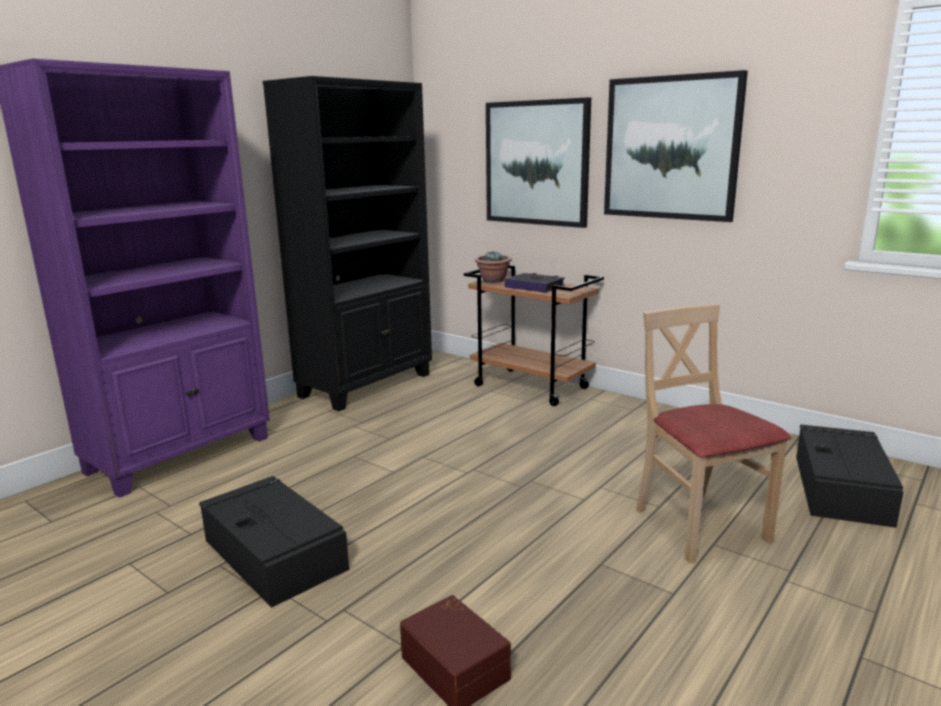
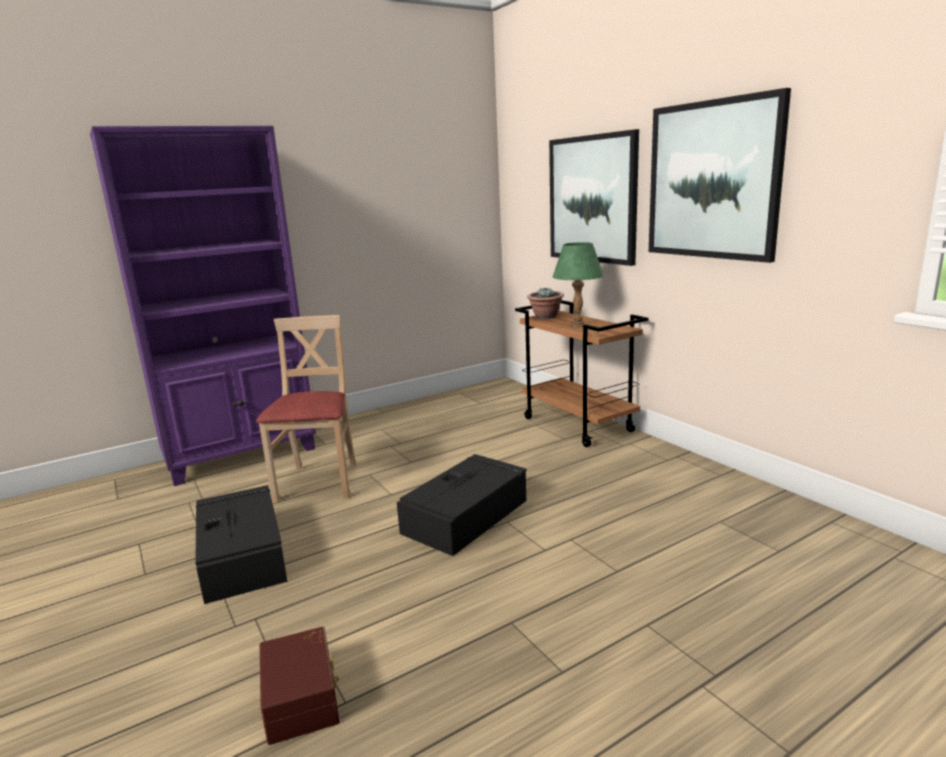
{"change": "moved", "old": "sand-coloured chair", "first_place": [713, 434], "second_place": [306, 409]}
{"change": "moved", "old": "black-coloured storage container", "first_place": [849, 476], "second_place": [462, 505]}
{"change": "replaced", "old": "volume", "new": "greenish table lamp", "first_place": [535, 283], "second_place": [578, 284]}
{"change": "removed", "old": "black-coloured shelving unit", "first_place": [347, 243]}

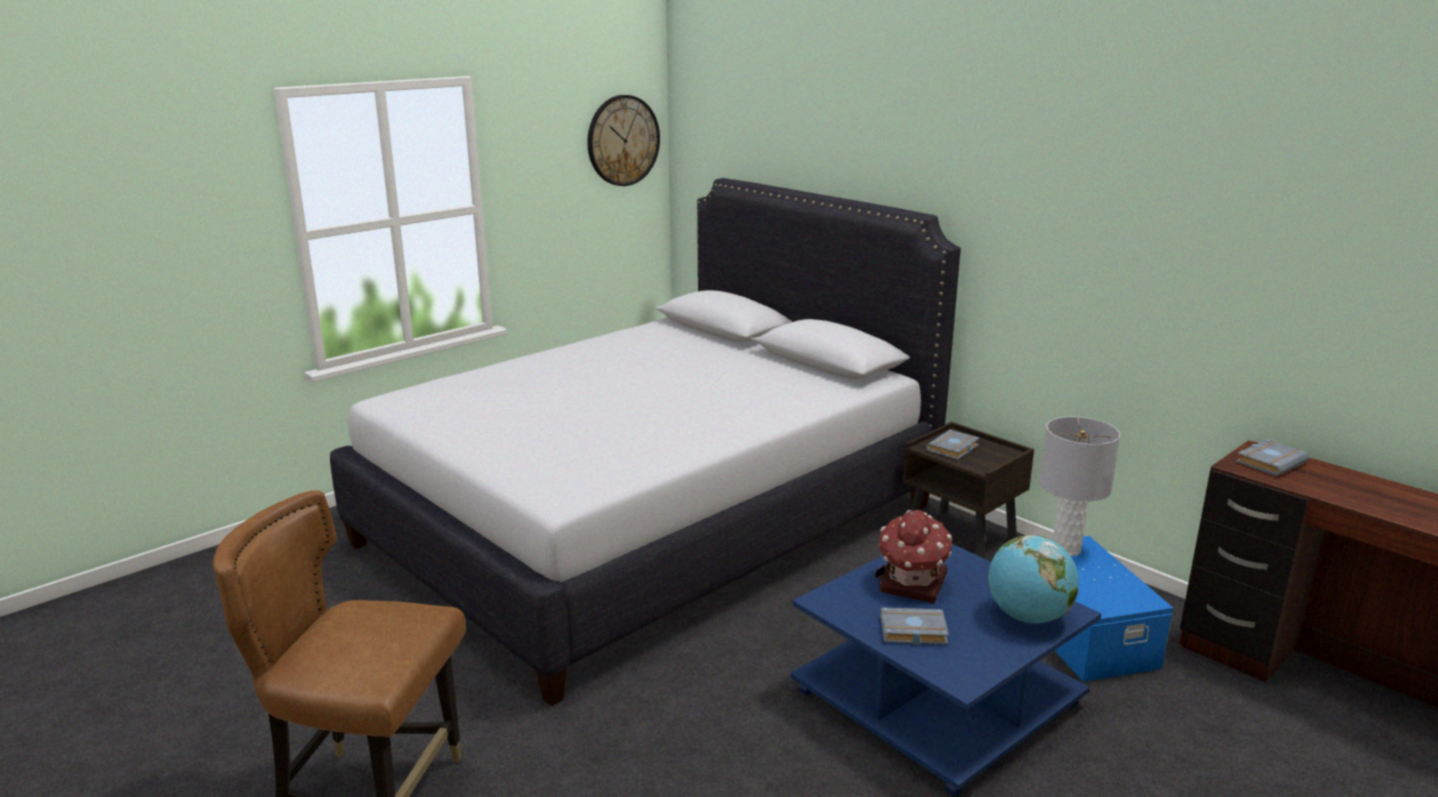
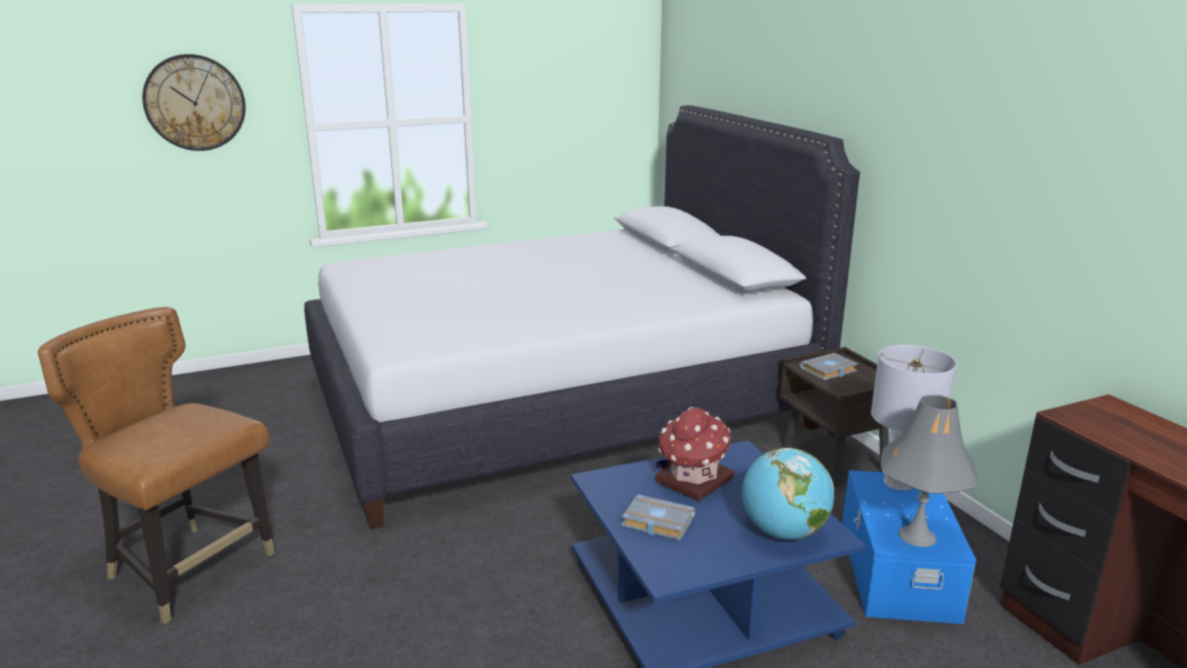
{"change": "moved", "old": "clock on the wall", "first_place": [623, 140], "second_place": [194, 102]}
{"change": "added", "new": "gray table lamp", "second_place": [929, 471]}
{"change": "removed", "old": "gray volume", "first_place": [1273, 457]}

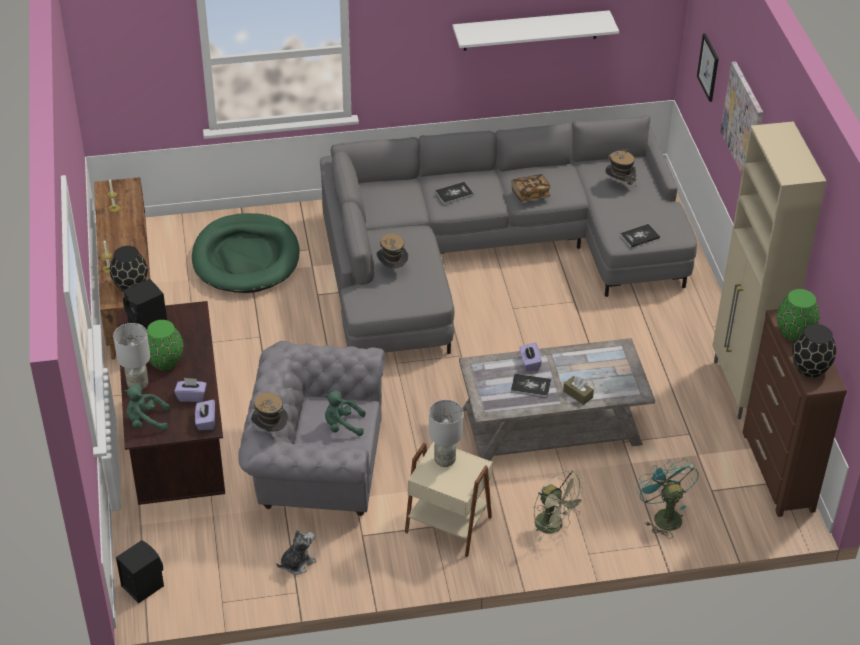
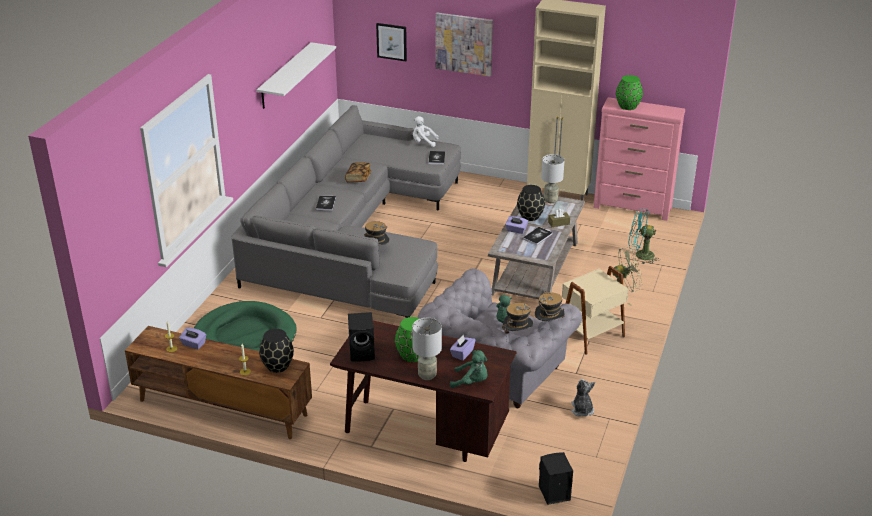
{"change": "moved", "old": "purplish tissue box", "first_place": [205, 414], "second_place": [192, 338]}
{"change": "added", "new": "white-coloured cuddly toy", "second_place": [426, 131]}
{"change": "turned", "old": "greenish cuddly toy", "first_place": [147, 408], "second_place": [468, 369], "degrees": -105}
{"change": "moved", "old": "black-coloured flower vase", "first_place": [814, 351], "second_place": [531, 203]}
{"change": "moved", "old": "wearable hat", "first_place": [620, 167], "second_place": [550, 305]}
{"change": "moved", "old": "gray table lamp", "first_place": [446, 433], "second_place": [553, 178]}
{"change": "recoloured", "old": "brown-coloured dresser", "new": "pink-coloured dresser", "first_place": [794, 413], "second_place": [639, 159]}

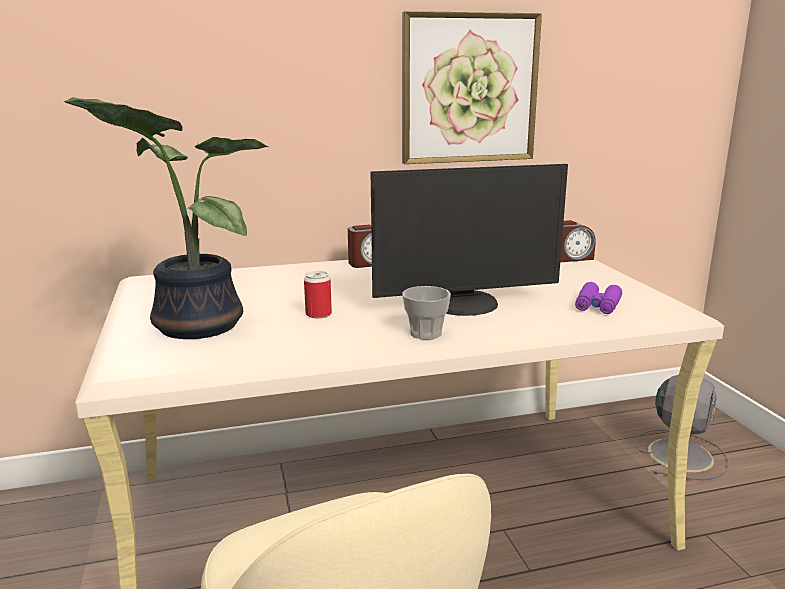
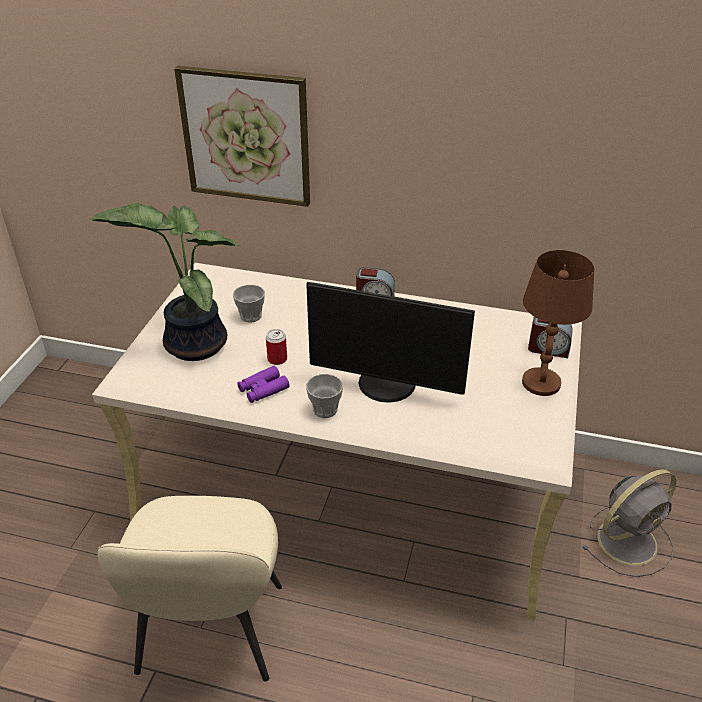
{"change": "moved", "old": "picture", "first_place": [472, 87], "second_place": [242, 136]}
{"change": "added", "new": "drinking cup", "second_place": [249, 303]}
{"change": "moved", "old": "purplish binoculars", "first_place": [598, 298], "second_place": [263, 384]}
{"change": "added", "new": "brown-coloured table lamp", "second_place": [558, 323]}

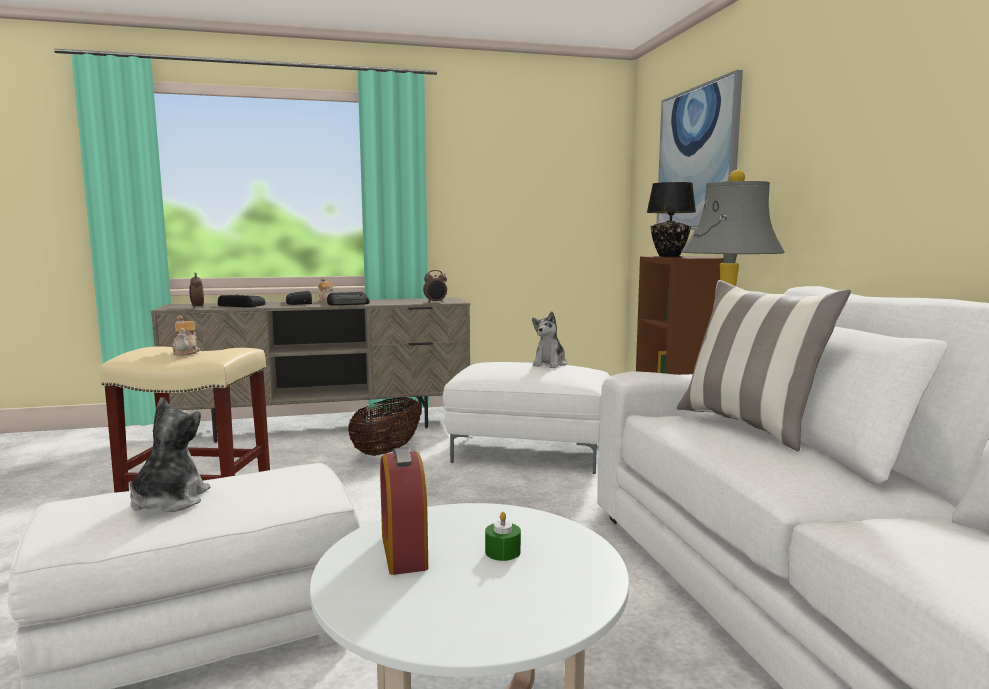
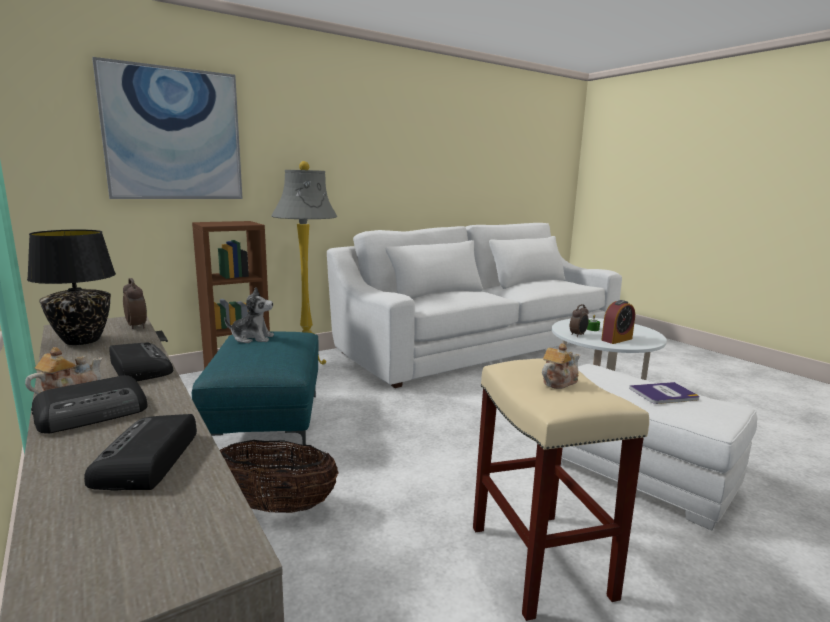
{"change": "moved", "old": "black-coloured table lamp", "first_place": [671, 219], "second_place": [71, 287]}
{"change": "recoloured", "old": "white-coloured pouffe", "new": "turquoise-coloured pouffe", "first_place": [526, 418], "second_place": [255, 388]}
{"change": "moved", "old": "bedside clock", "first_place": [197, 290], "second_place": [579, 320]}
{"change": "replaced", "old": "cuddly toy", "new": "volume", "first_place": [170, 454], "second_place": [664, 393]}
{"change": "removed", "old": "cushion", "first_place": [764, 365]}

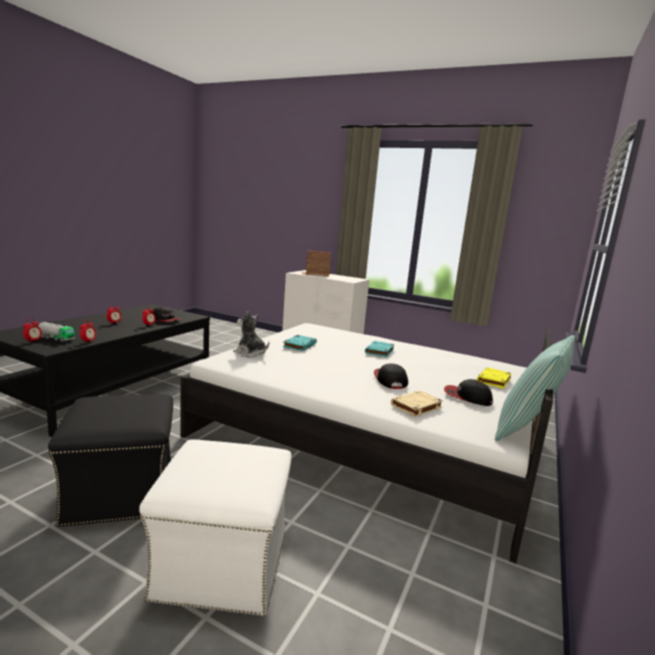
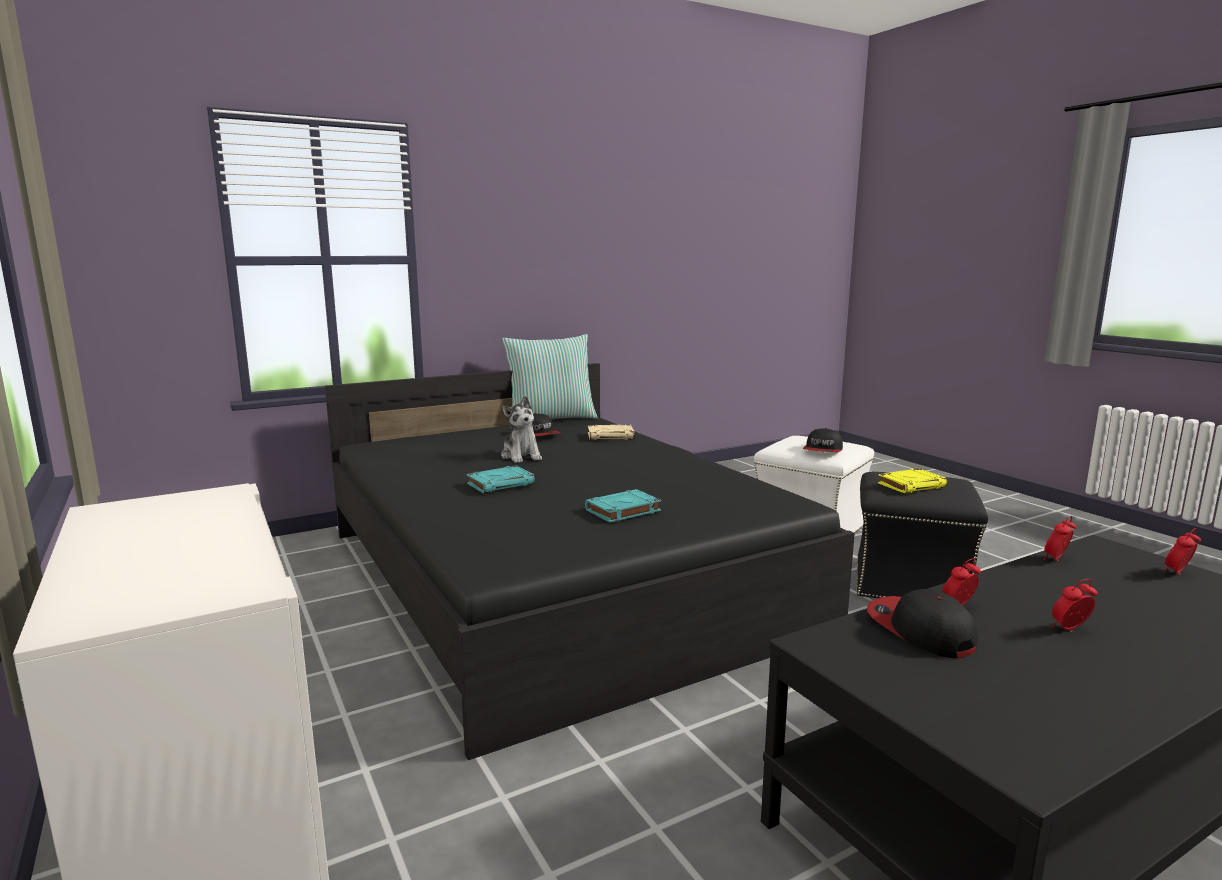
{"change": "recoloured", "old": "white-coloured bedroom bed", "new": "black-coloured bedroom bed", "first_place": [367, 443], "second_place": [590, 561]}
{"change": "moved", "old": "cuddly toy", "first_place": [251, 334], "second_place": [521, 429]}
{"change": "moved", "old": "cap", "first_place": [391, 376], "second_place": [823, 440]}
{"change": "moved", "old": "yellow-coloured volume", "first_place": [494, 378], "second_place": [912, 480]}
{"change": "removed", "old": "toy lorry", "first_place": [56, 332]}
{"change": "removed", "old": "miniature house", "first_place": [316, 263]}

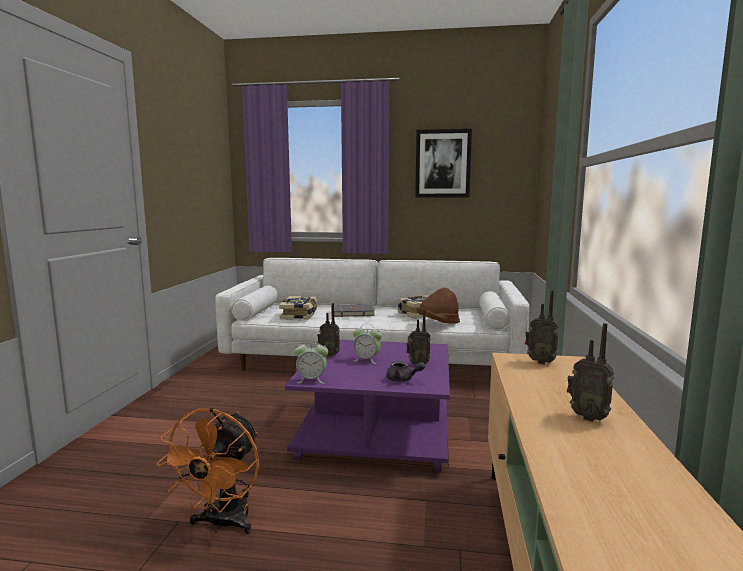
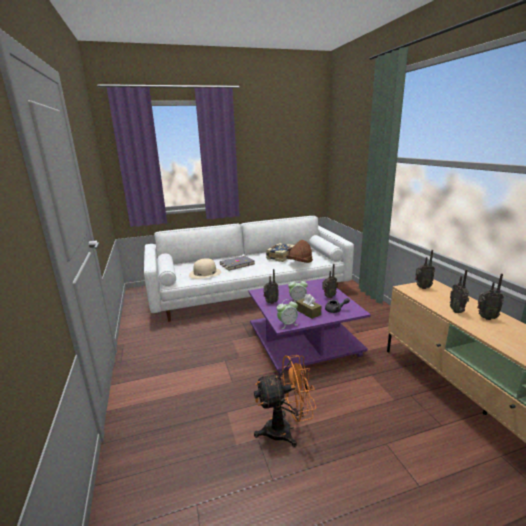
{"change": "replaced", "old": "volume", "new": "sand-coloured wearable hat", "first_place": [298, 308], "second_place": [205, 268]}
{"change": "turned", "old": "orange cooling fan", "first_place": [207, 471], "second_place": [285, 401], "degrees": -90}
{"change": "added", "new": "brown-coloured tissue box", "second_place": [308, 306]}
{"change": "added", "new": "radio", "second_place": [459, 291]}
{"change": "removed", "old": "picture", "first_place": [443, 163]}

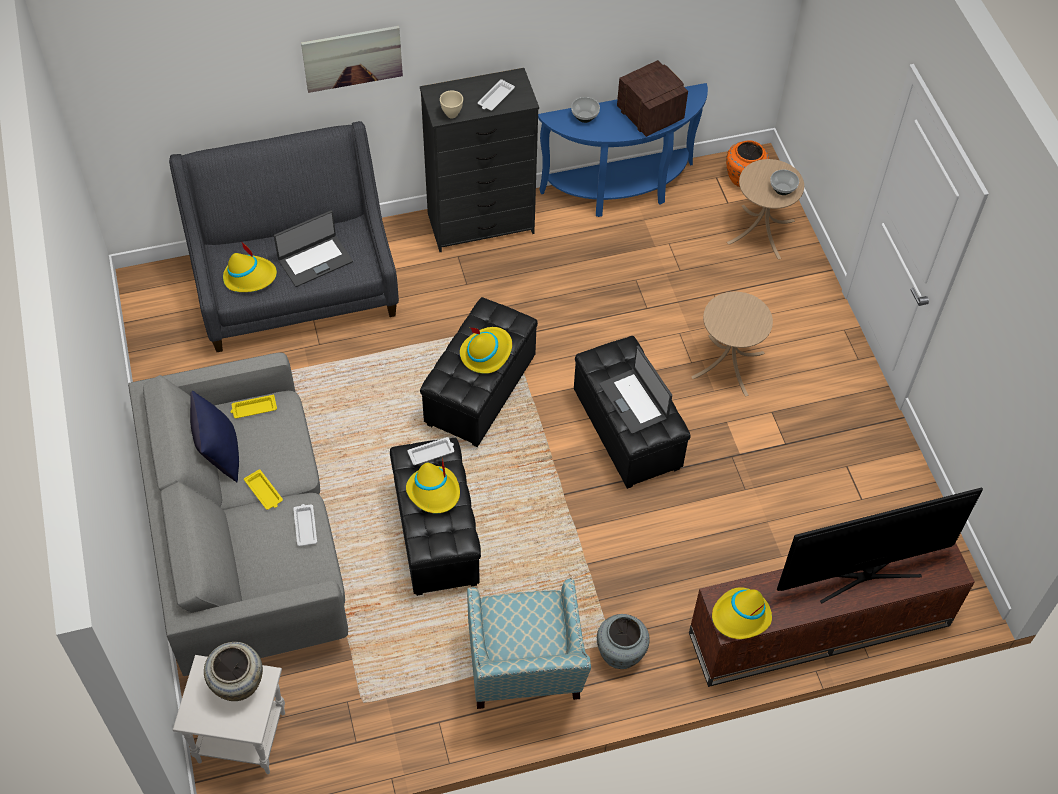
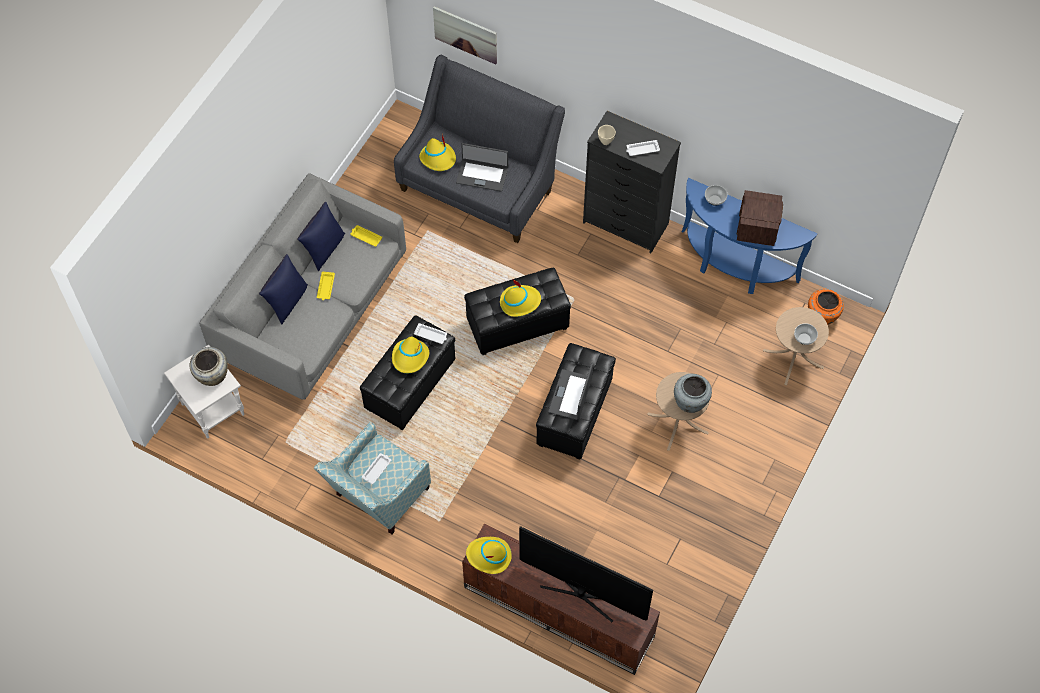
{"change": "added", "new": "blue cushion", "second_place": [283, 289]}
{"change": "moved", "old": "white-coloured serving tray", "first_place": [305, 525], "second_place": [376, 468]}
{"change": "moved", "old": "picture", "first_place": [352, 59], "second_place": [465, 35]}
{"change": "moved", "old": "gray flower vase", "first_place": [623, 641], "second_place": [693, 393]}

